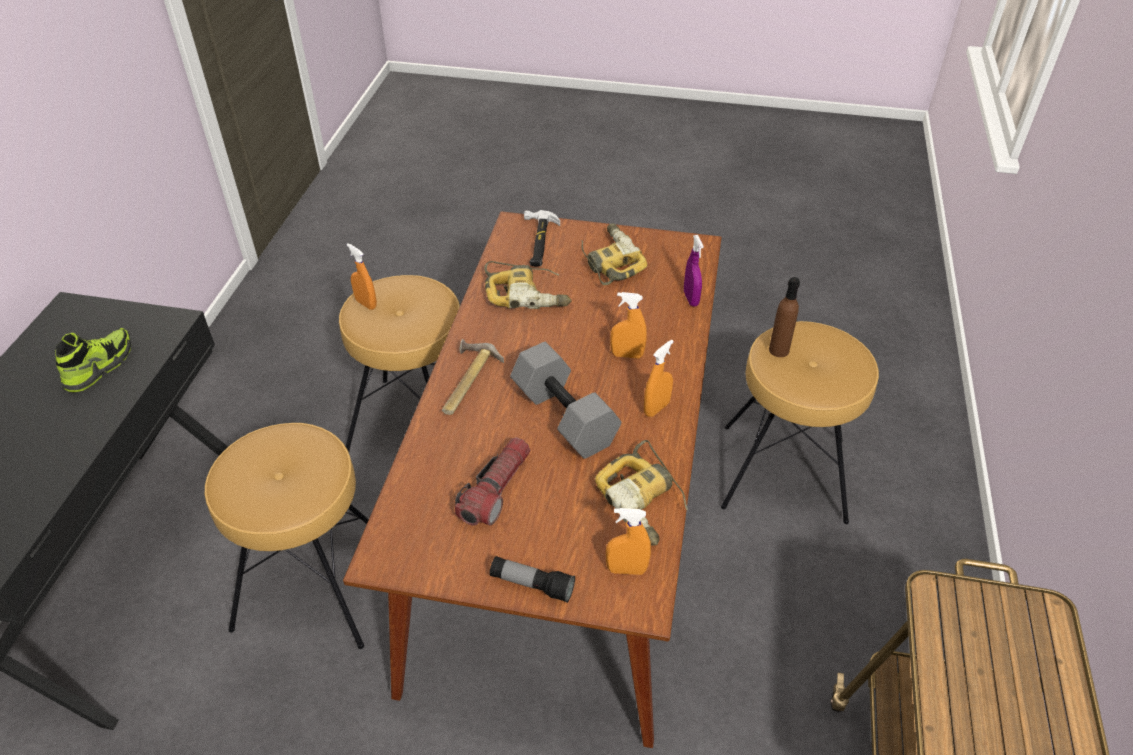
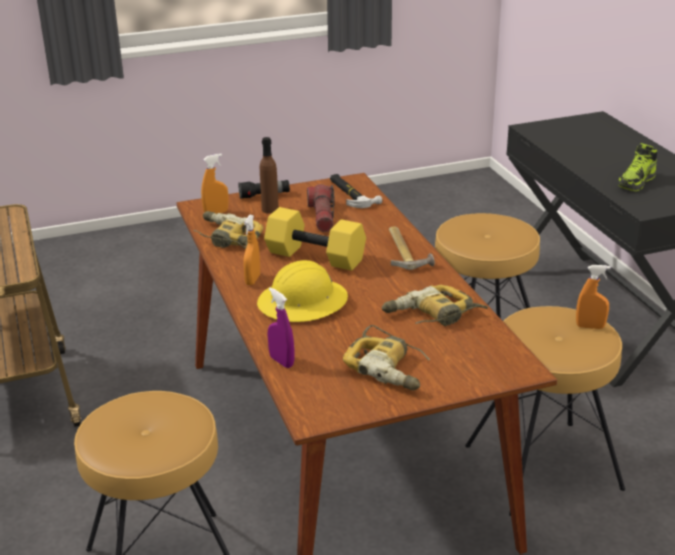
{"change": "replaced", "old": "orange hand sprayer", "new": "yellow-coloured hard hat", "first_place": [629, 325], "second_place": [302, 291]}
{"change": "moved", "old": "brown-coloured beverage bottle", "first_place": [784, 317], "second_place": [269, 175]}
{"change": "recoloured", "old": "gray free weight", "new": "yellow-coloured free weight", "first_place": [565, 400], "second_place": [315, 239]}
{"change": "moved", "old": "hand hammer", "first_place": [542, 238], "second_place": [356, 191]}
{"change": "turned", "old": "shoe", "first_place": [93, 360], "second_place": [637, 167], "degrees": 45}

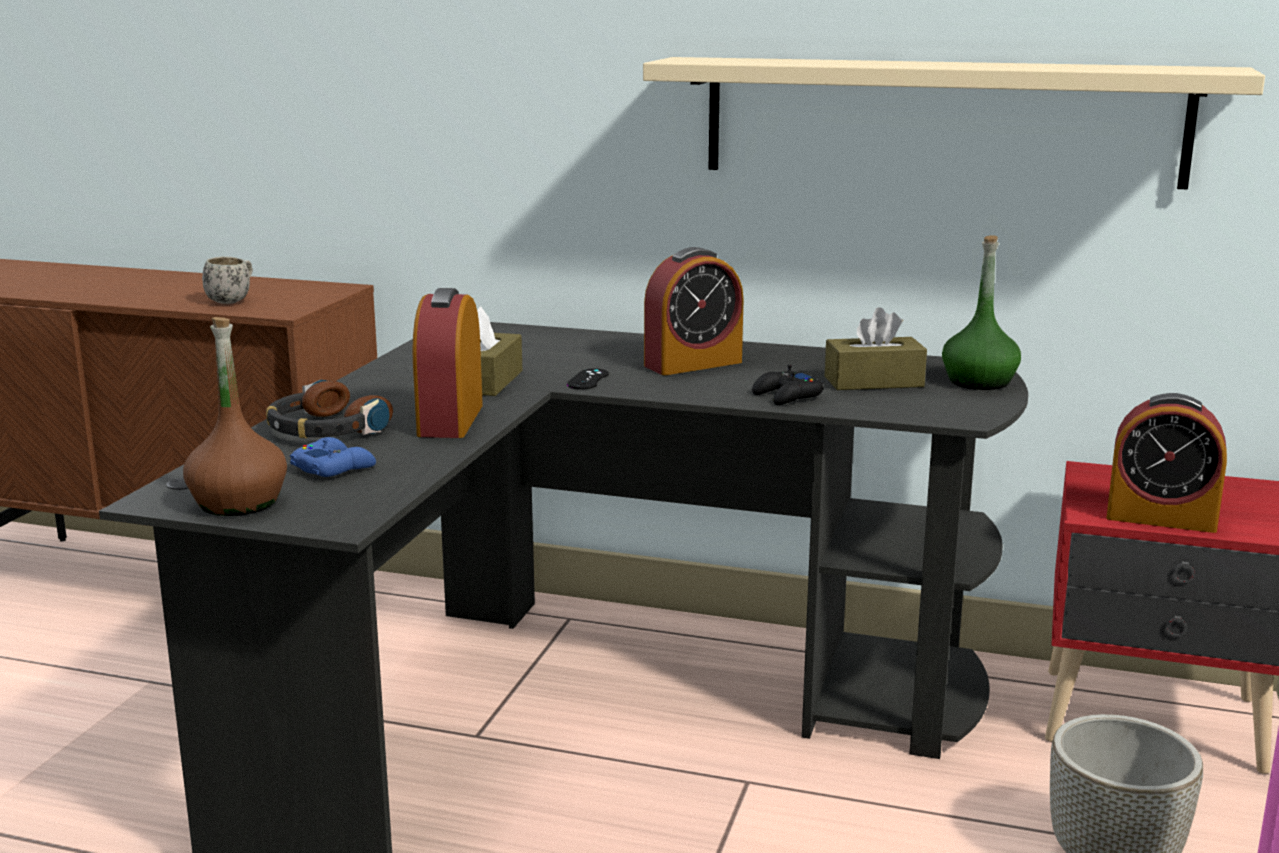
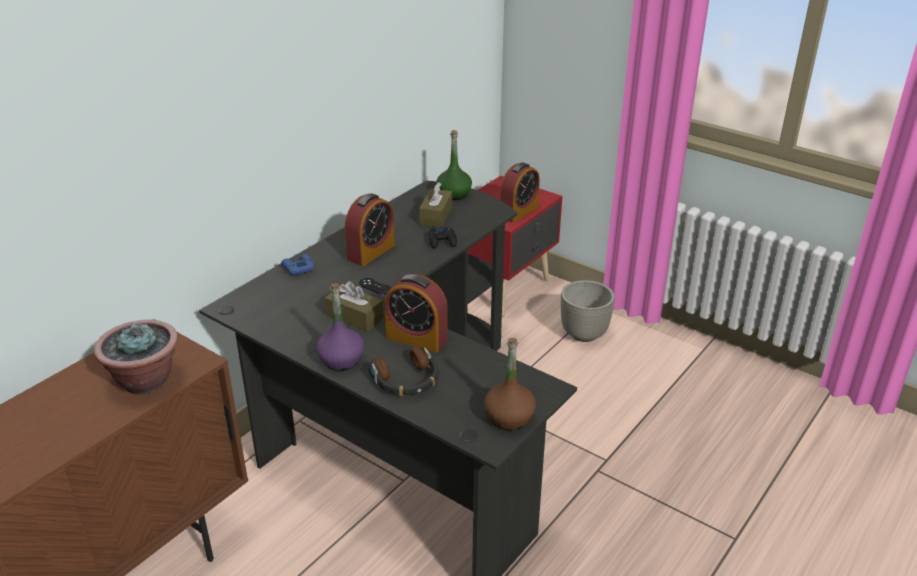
{"change": "replaced", "old": "white-coloured coffee mug", "new": "plant in a pot", "first_place": [227, 280], "second_place": [136, 357]}
{"change": "moved", "old": "blue gamepad", "first_place": [333, 457], "second_place": [297, 264]}
{"change": "added", "new": "purplish beverage bottle", "second_place": [340, 327]}
{"change": "turned", "old": "bedside clock", "first_place": [694, 311], "second_place": [370, 229], "degrees": 45}
{"change": "removed", "old": "sand-coloured bracket shelf", "first_place": [954, 123]}

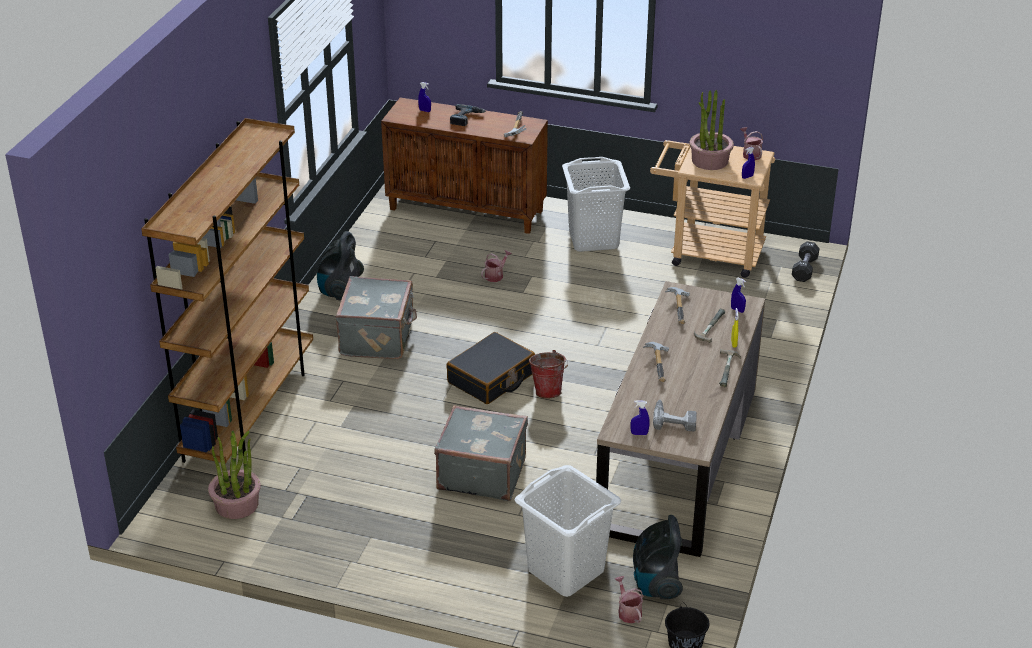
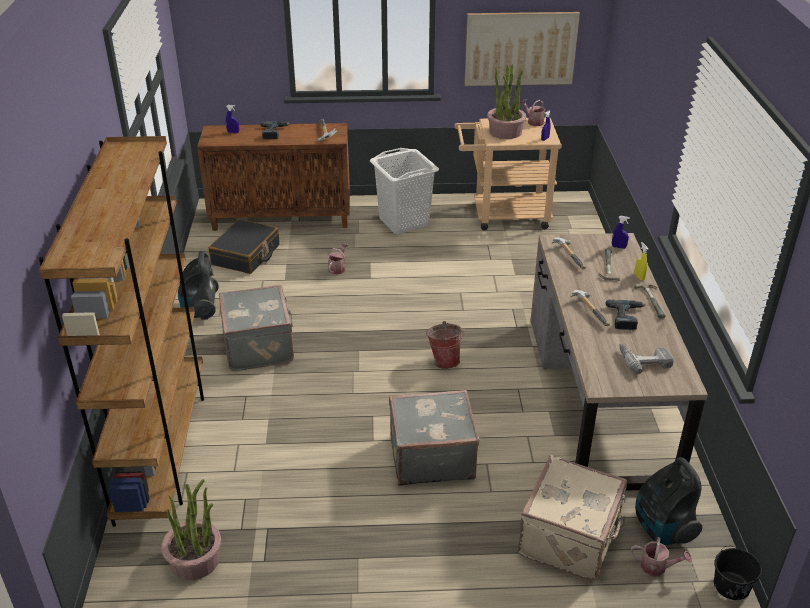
{"change": "moved", "old": "black-coloured suitcase", "first_place": [490, 368], "second_place": [243, 246]}
{"change": "added", "new": "picture", "second_place": [522, 49]}
{"change": "replaced", "old": "white-coloured laundry basket", "new": "sand-coloured suitcase", "first_place": [568, 531], "second_place": [572, 517]}
{"change": "added", "new": "power drill", "second_place": [626, 315]}
{"change": "turned", "old": "watering pot", "first_place": [629, 599], "second_place": [661, 556], "degrees": 150}
{"change": "removed", "old": "blue hand sprayer", "first_place": [640, 417]}
{"change": "removed", "old": "black-coloured free weight", "first_place": [806, 261]}

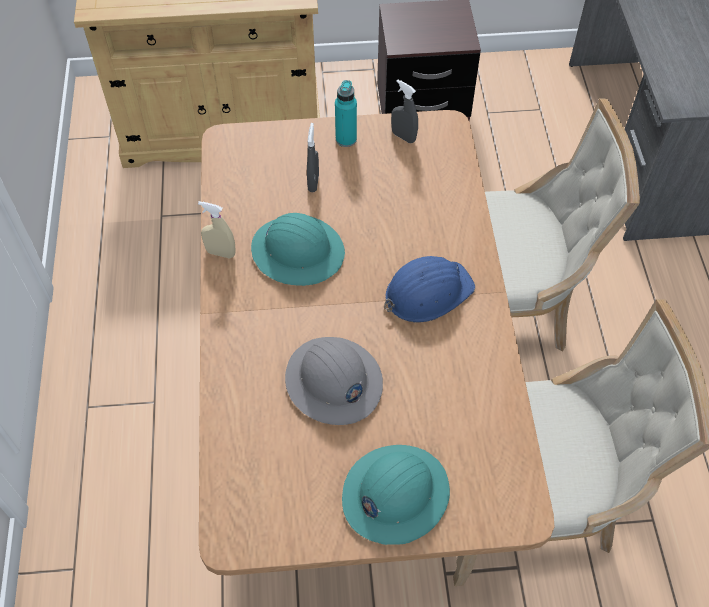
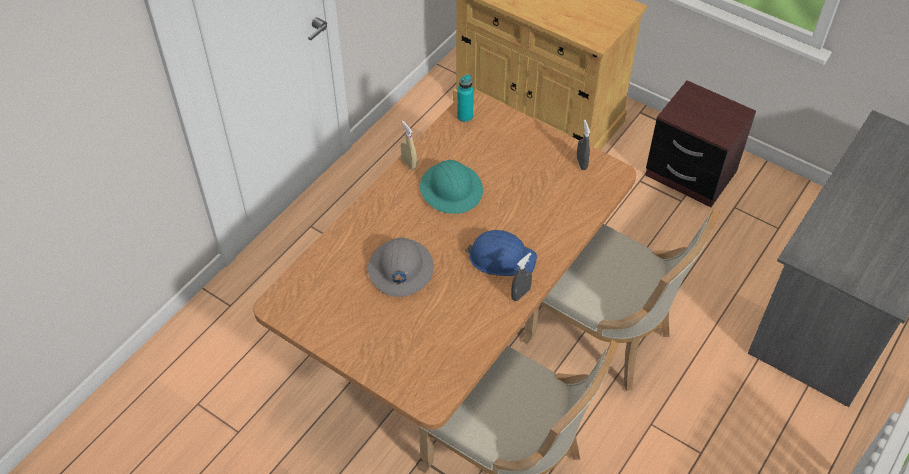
{"change": "moved", "old": "turquoise-coloured beverage bottle", "first_place": [346, 113], "second_place": [465, 98]}
{"change": "moved", "old": "gray hand sprayer", "first_place": [313, 157], "second_place": [521, 277]}
{"change": "removed", "old": "turquoise-coloured hard hat", "first_place": [396, 495]}

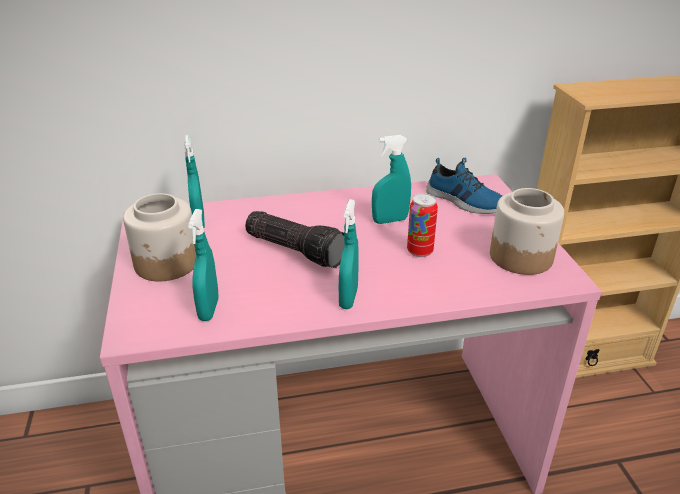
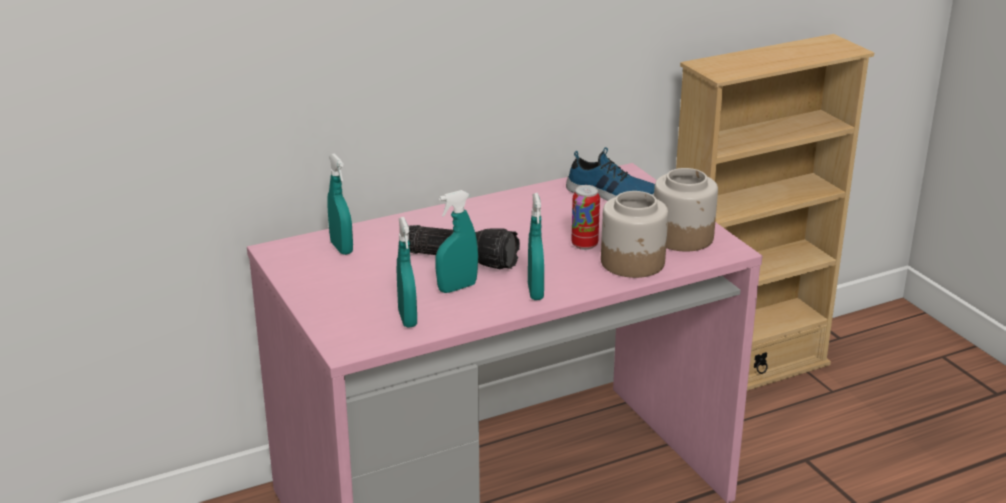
{"change": "moved", "old": "turquoise-coloured hand sprayer", "first_place": [391, 179], "second_place": [456, 241]}
{"change": "moved", "old": "storage jar", "first_place": [159, 237], "second_place": [634, 234]}

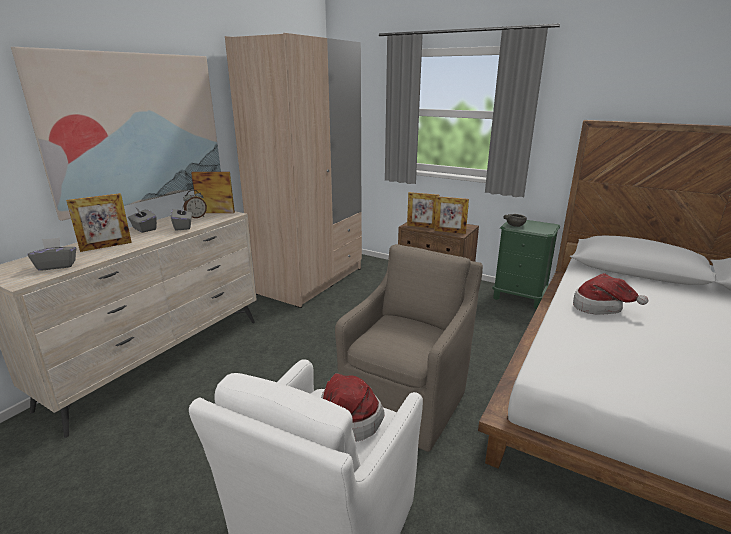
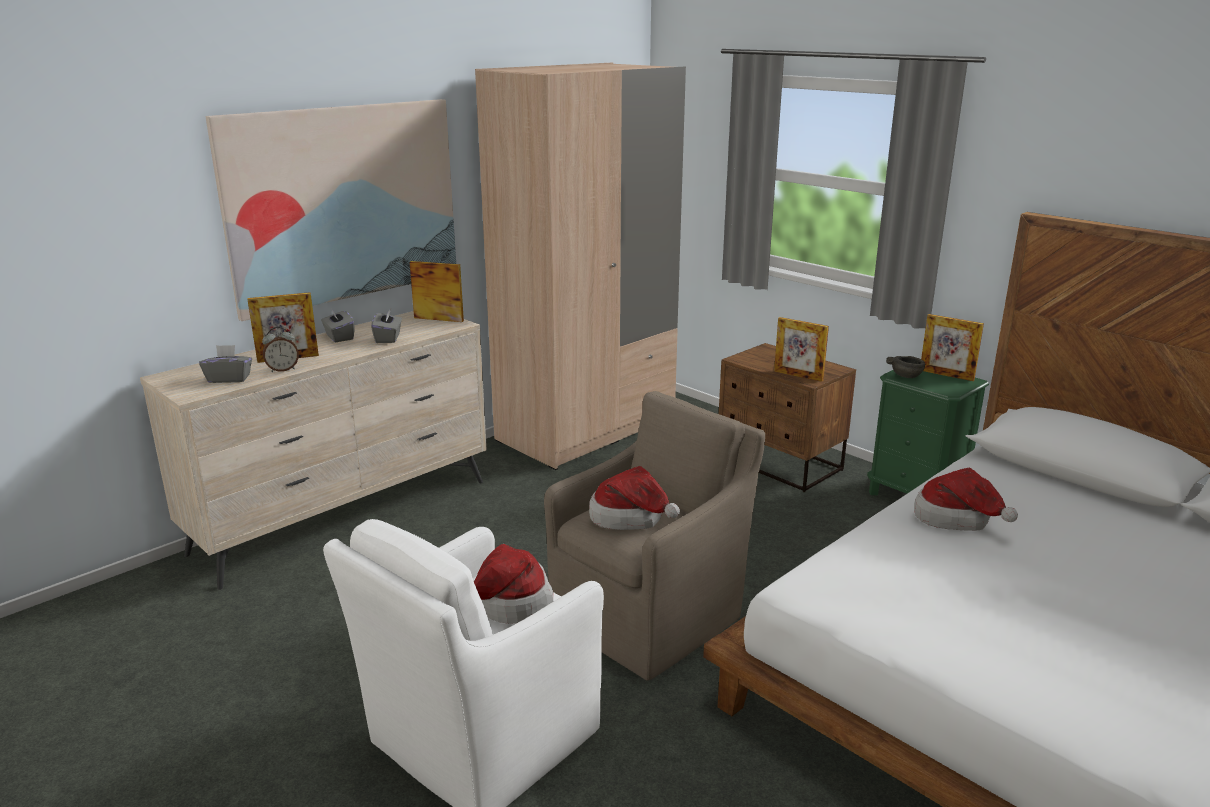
{"change": "moved", "old": "bedside clock", "first_place": [195, 204], "second_place": [280, 349]}
{"change": "added", "new": "wearable hat", "second_place": [634, 498]}
{"change": "moved", "old": "picture frame", "first_place": [423, 210], "second_place": [952, 347]}

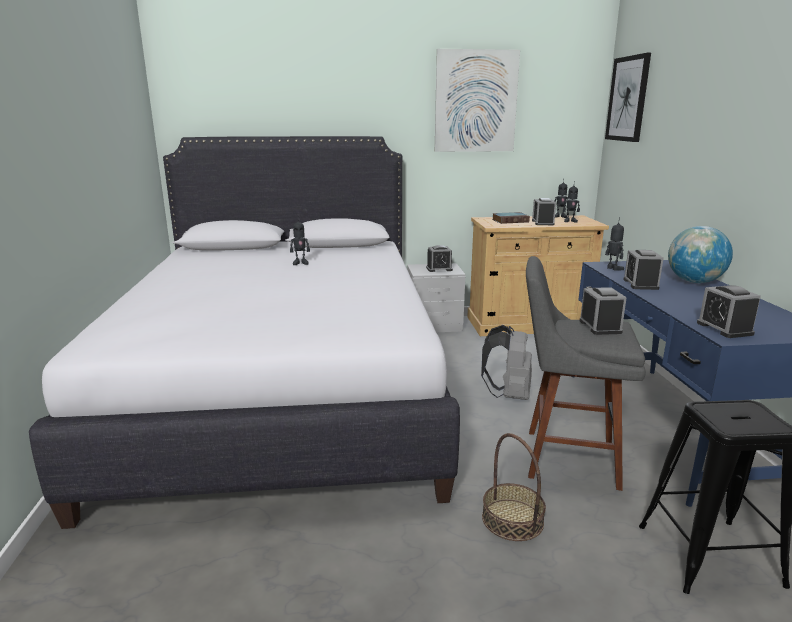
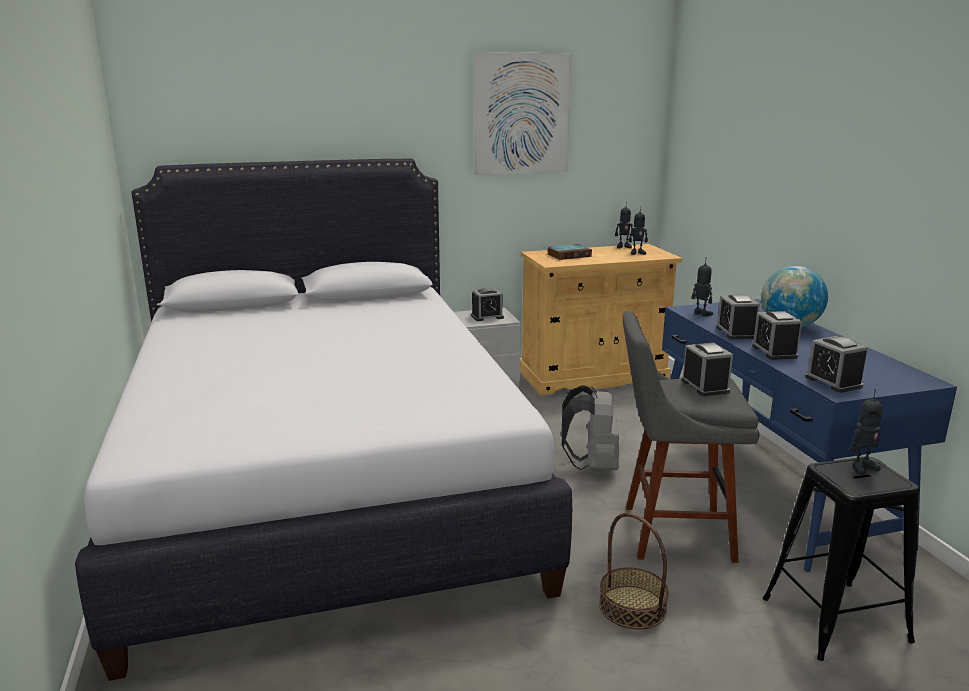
{"change": "moved", "old": "bedside clock", "first_place": [544, 211], "second_place": [777, 335]}
{"change": "moved", "old": "robot figure", "first_place": [300, 243], "second_place": [866, 432]}
{"change": "removed", "old": "picture", "first_place": [628, 97]}

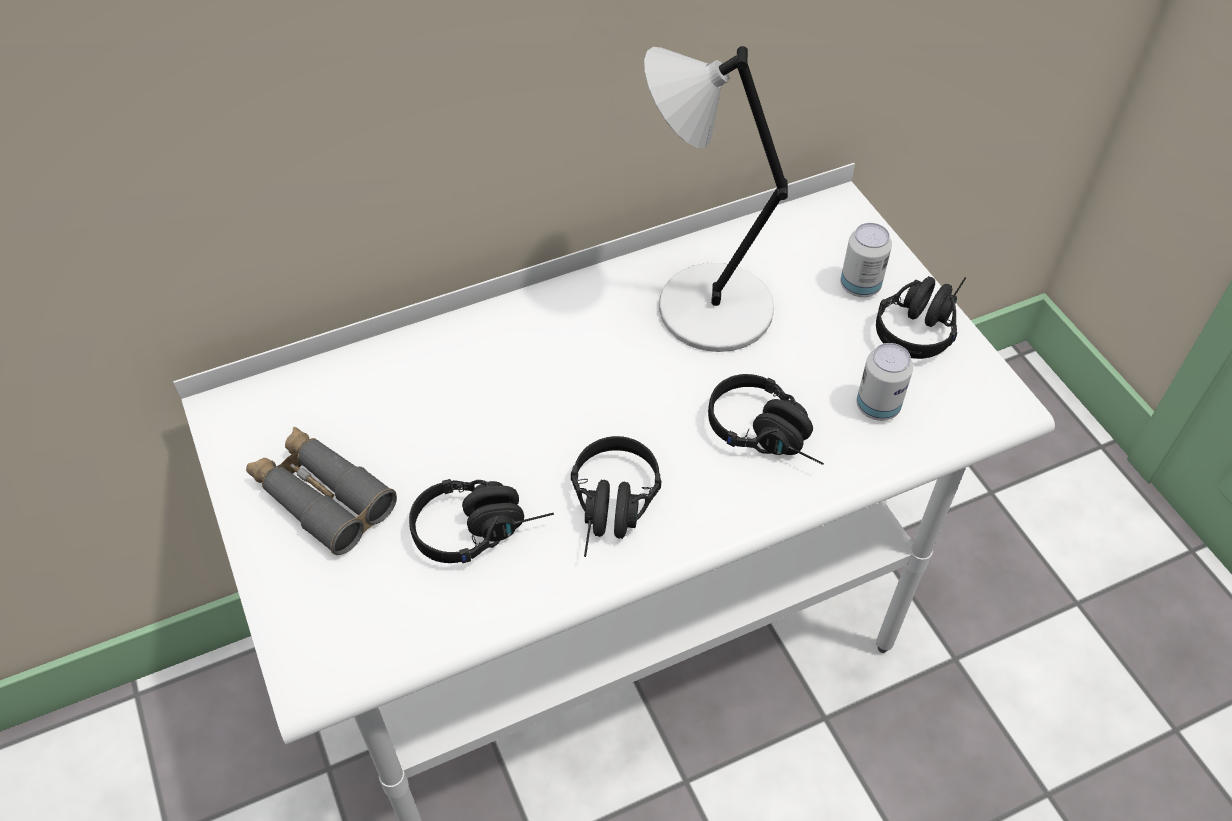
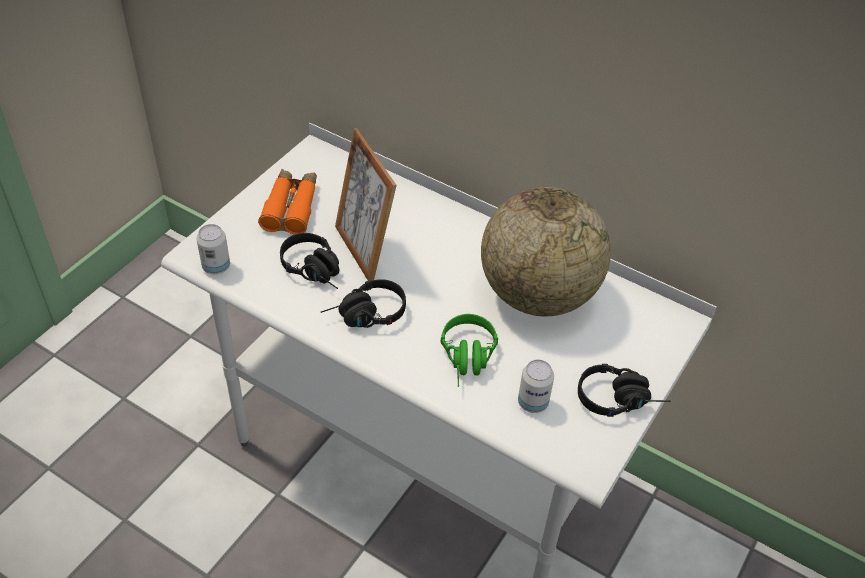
{"change": "moved", "old": "metal can", "first_place": [866, 260], "second_place": [213, 249]}
{"change": "recoloured", "old": "gray binoculars", "new": "orange binoculars", "first_place": [321, 491], "second_place": [287, 202]}
{"change": "added", "new": "picture frame", "second_place": [366, 204]}
{"change": "recoloured", "old": "black-coloured pair of headphones", "new": "greenish pair of headphones", "first_place": [766, 419], "second_place": [469, 350]}
{"change": "replaced", "old": "gray table lamp", "new": "desk globe", "first_place": [716, 199], "second_place": [546, 251]}

